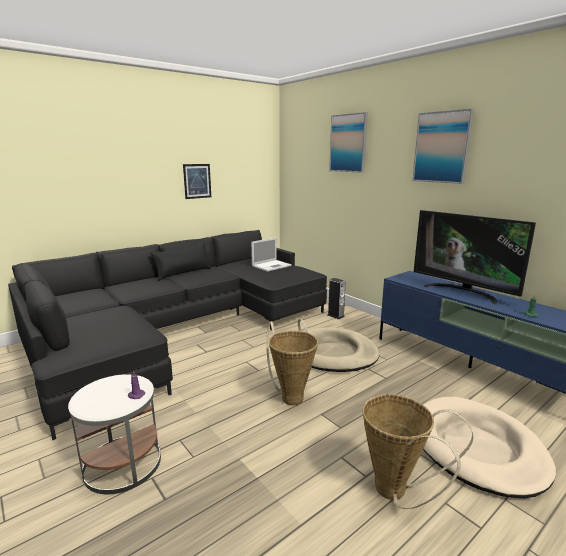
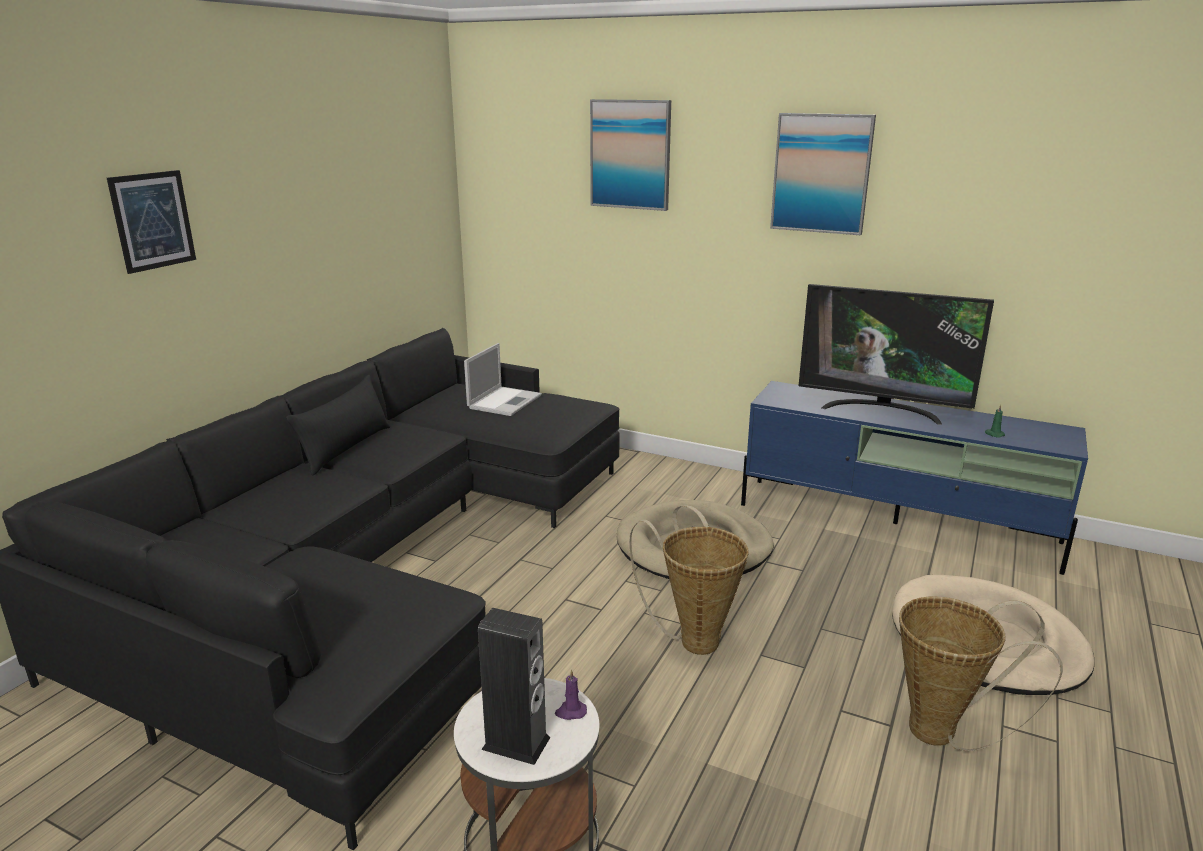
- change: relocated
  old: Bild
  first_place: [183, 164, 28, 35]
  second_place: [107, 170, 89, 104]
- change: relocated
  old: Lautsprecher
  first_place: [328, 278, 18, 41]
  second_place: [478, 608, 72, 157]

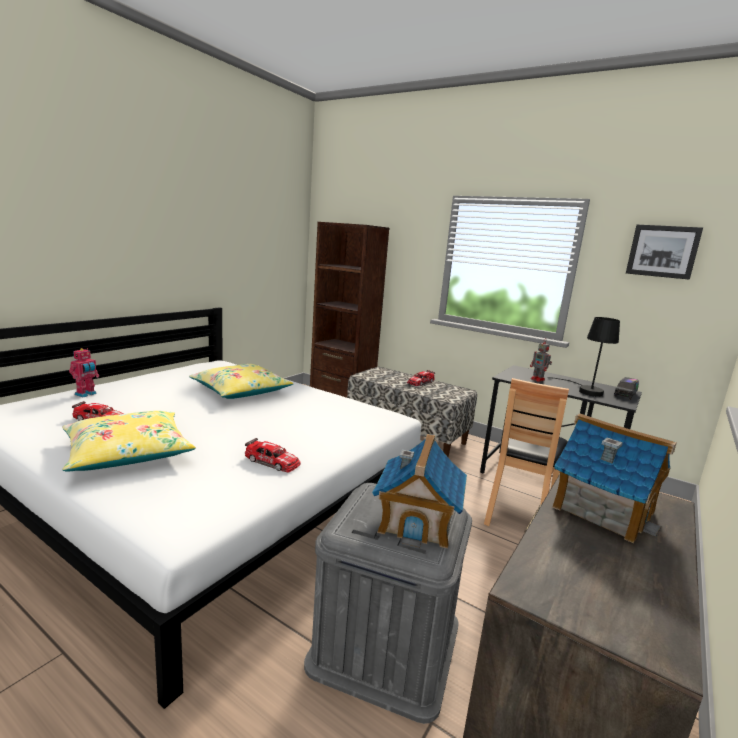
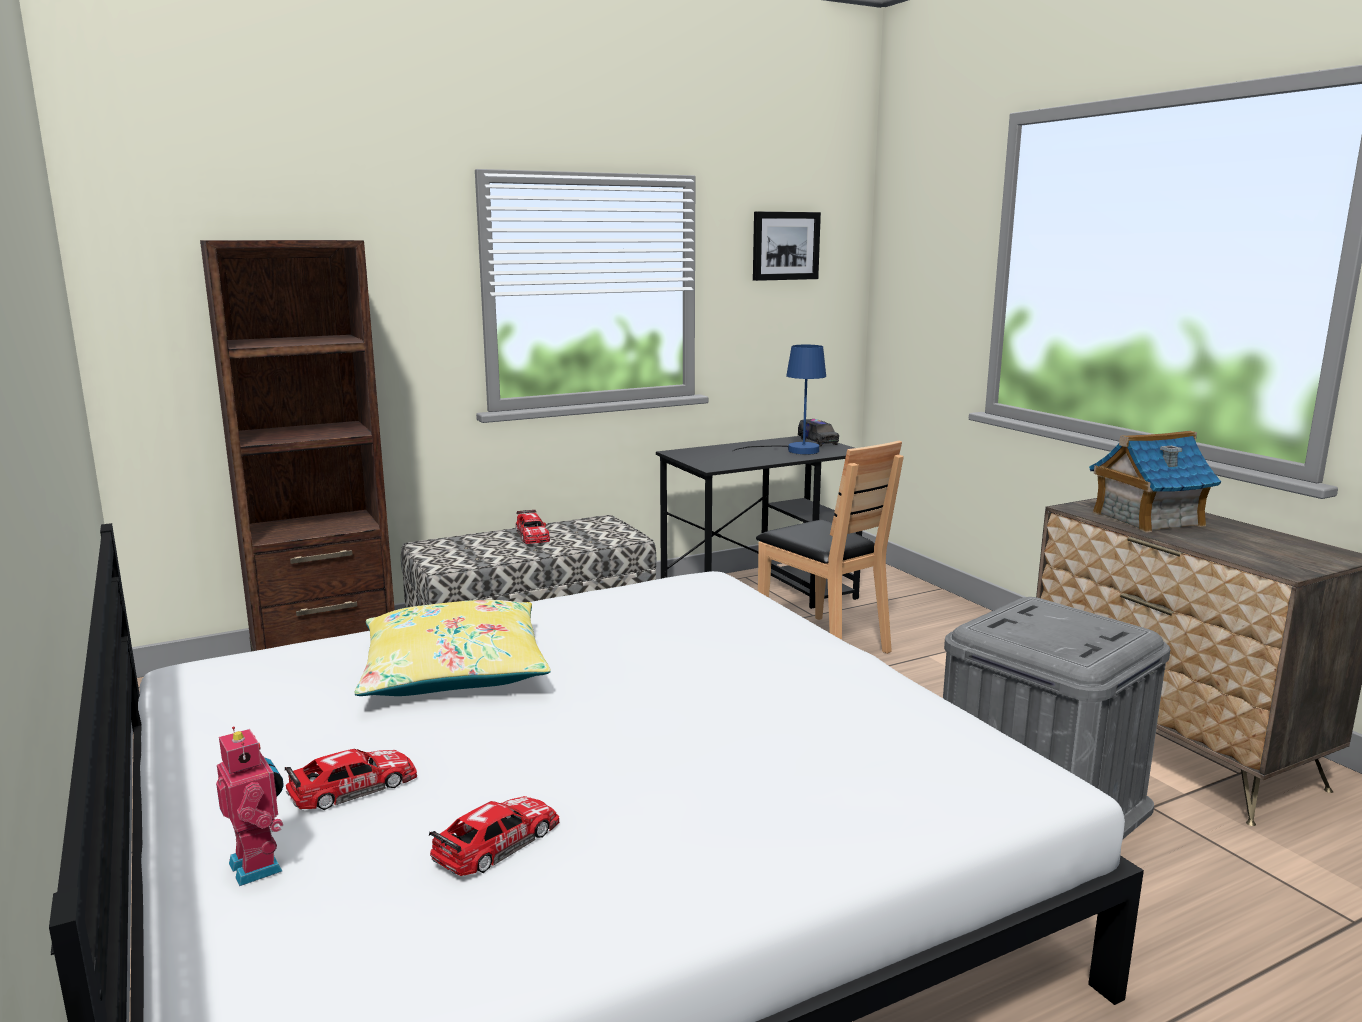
- change: relocated
  old: Spielzeugauto
  first_place: [245, 438, 56, 35]
  second_place: [285, 749, 133, 61]
- change: colour
  old: Tischlampe (schwarz)
  new: Tischlampe (blau)
  first_place: [548, 317, 72, 80]
  second_place: [732, 345, 94, 110]
- change: missing
  old: Kissen (gelb)
  first_place: [62, 411, 134, 61]
- change: missing
  old: Spielzeughaus
  first_place: [372, 434, 95, 115]
- change: missing
  old: Spielzeugroboter
  first_place: [530, 342, 22, 40]

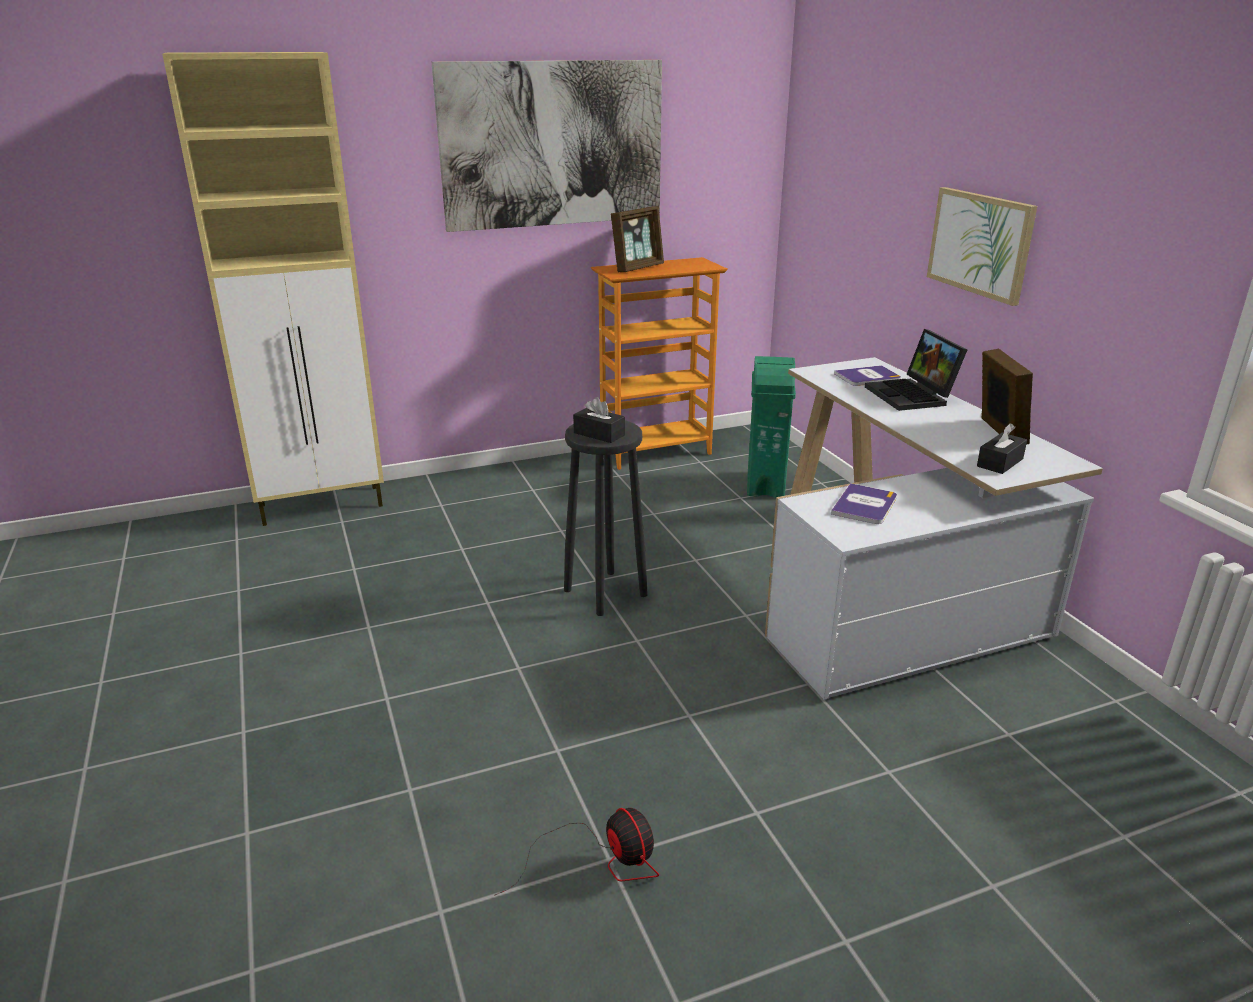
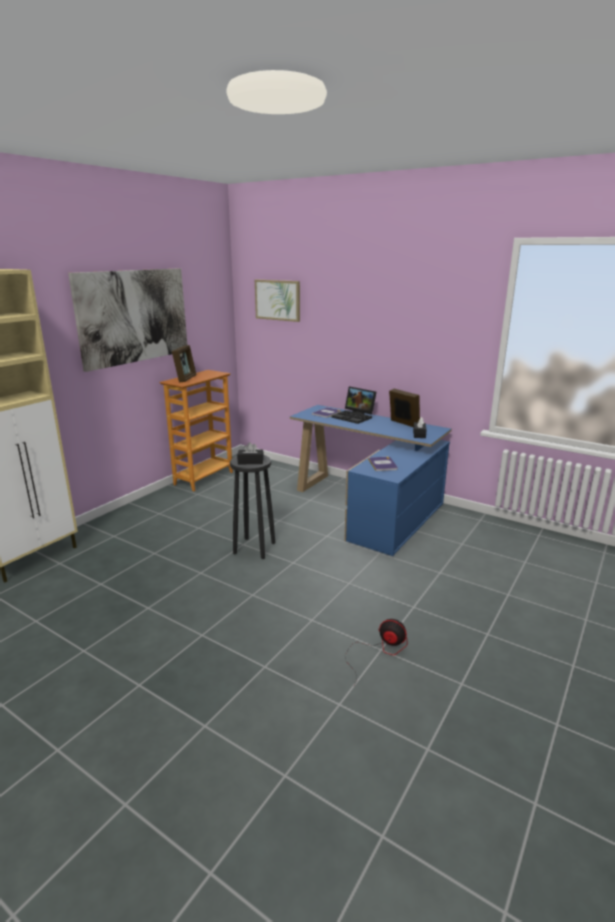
- change: relocated
  old: Bild
  first_place: [927, 187, 110, 119]
  second_place: [255, 280, 45, 42]
- change: colour
  old: Schreibtisch (weiß)
  new: Schreibtisch (blau)
  first_place: [765, 357, 338, 343]
  second_place: [290, 405, 162, 151]
- change: missing
  old: Mülleimer (grün)
  first_place: [747, 356, 49, 142]

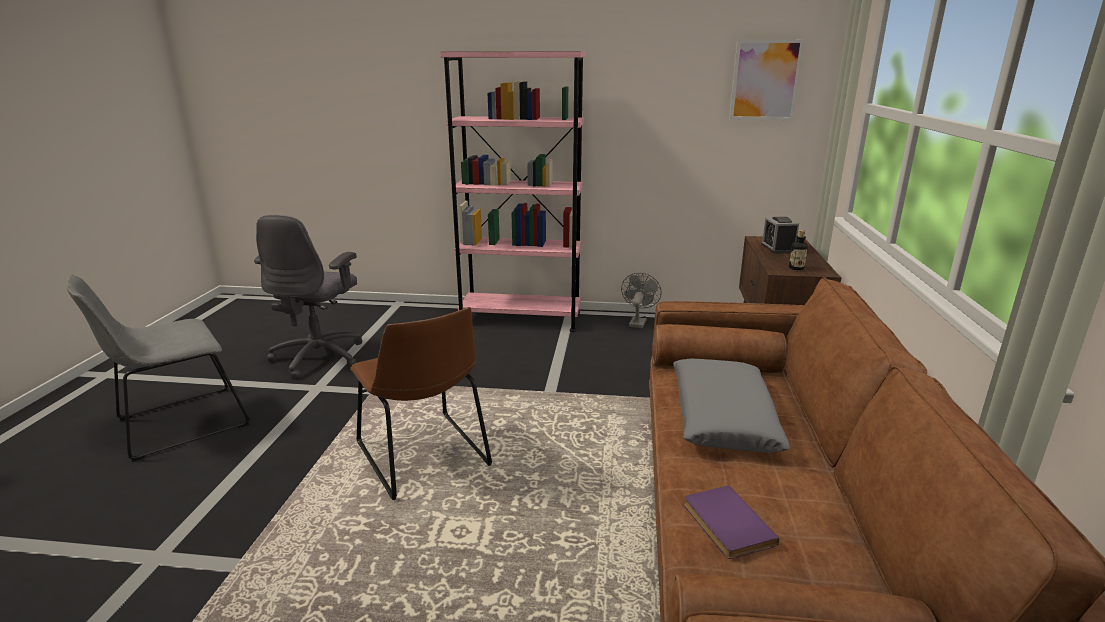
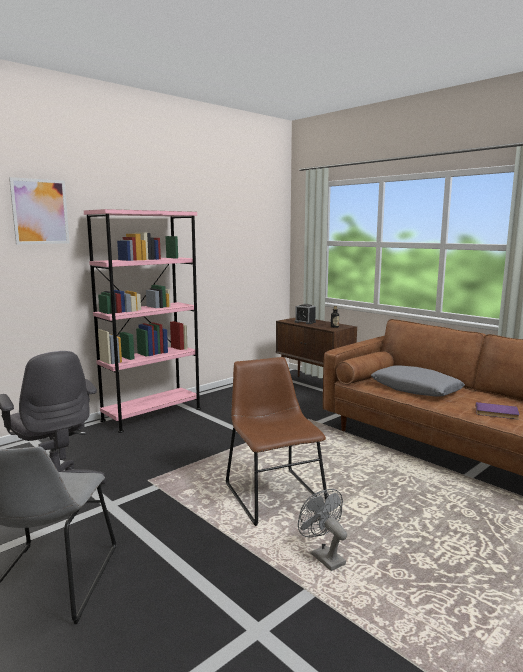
- change: relocated
  old: Bild
  first_place: [729, 39, 76, 81]
  second_place: [9, 177, 60, 67]
- change: spun
  old: Stuhl (braun)
  first_place: [350, 307, 142, 193]
  second_place: [226, 357, 102, 169]
  degrees: -120
- change: relocated
  old: Ventilator (grau)
  first_place: [621, 273, 41, 55]
  second_place: [298, 489, 49, 82]

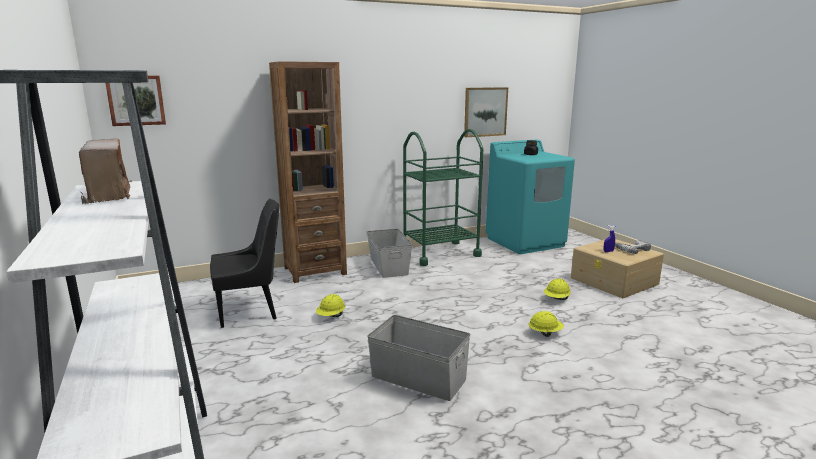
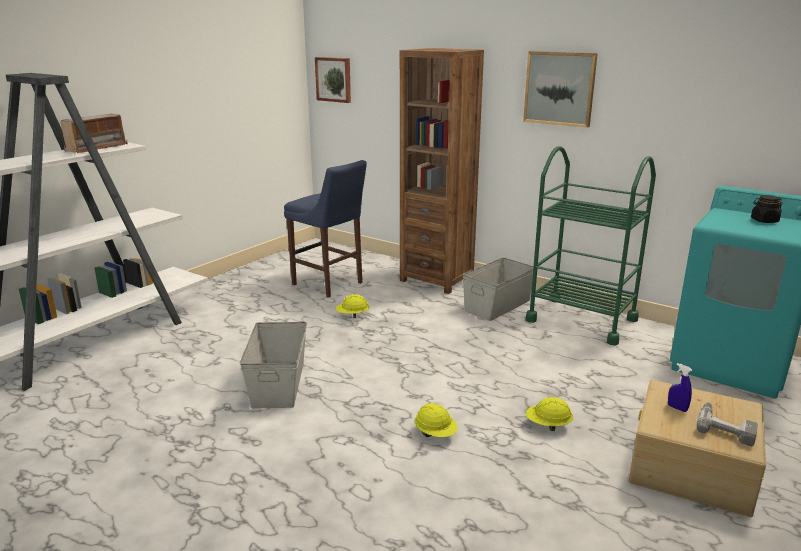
- change: exchanged
  old: Stuhl (schwarz)
  new: Hocker (blau)
  first_place: [210, 199, 69, 129]
  second_place: [284, 160, 83, 138]
- change: relocated
  old: Bild
  first_place: [464, 87, 44, 50]
  second_place: [523, 51, 75, 77]

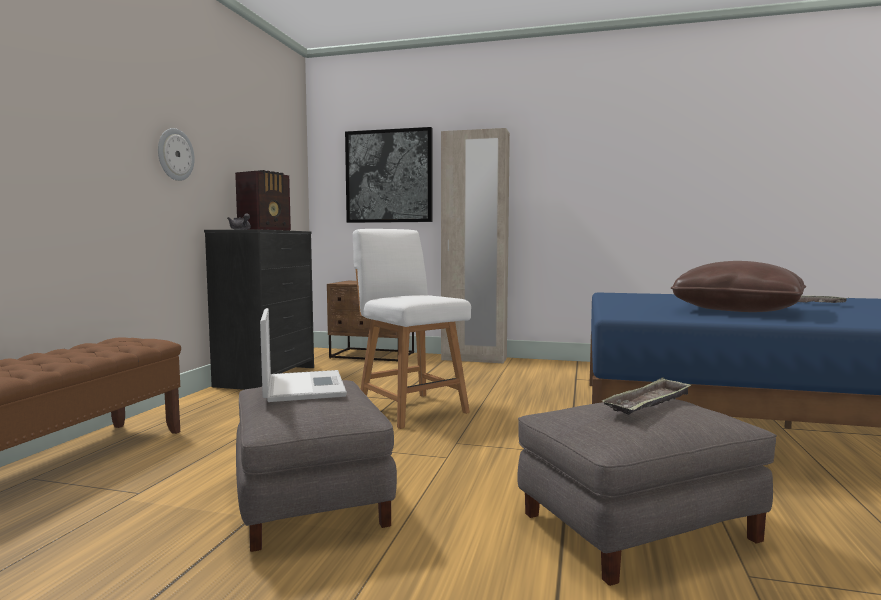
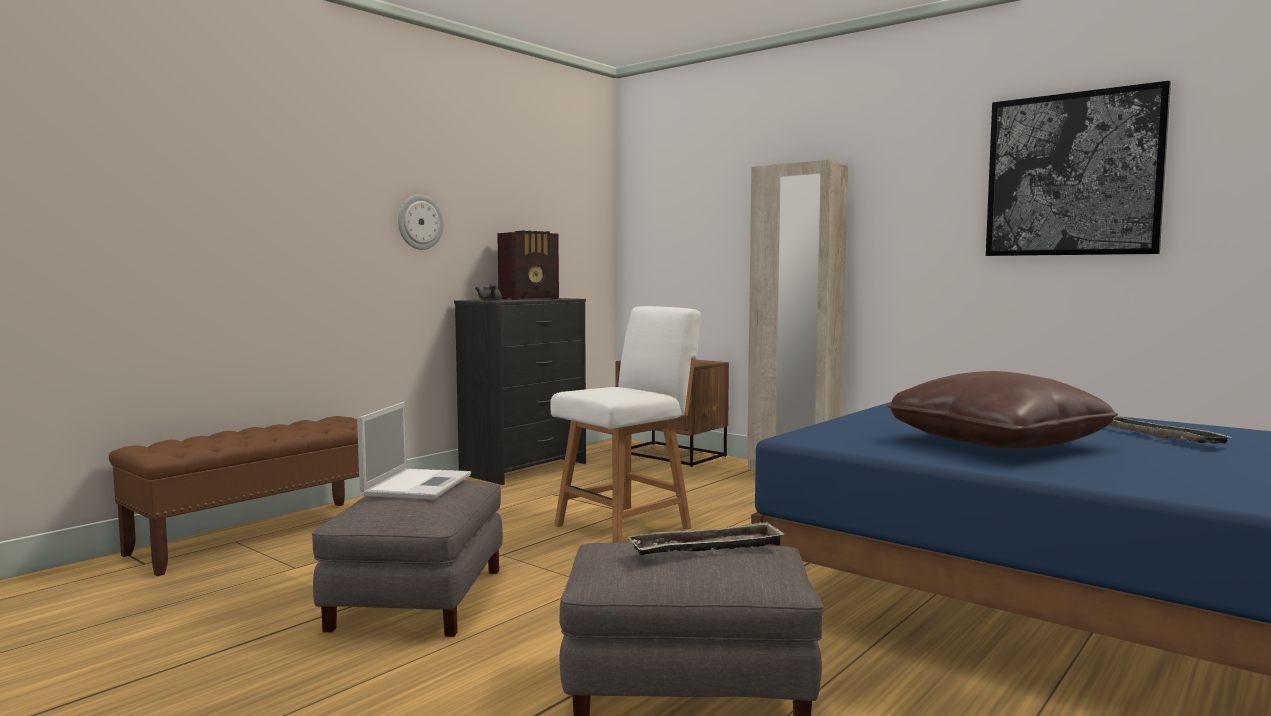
- change: spun
  old: Stuhl (weiß)
  first_place: [353, 229, 118, 200]
  second_place: [550, 306, 151, 237]
  degrees: 60
- change: relocated
  old: Bild
  first_place: [345, 127, 88, 96]
  second_place: [986, 81, 185, 175]

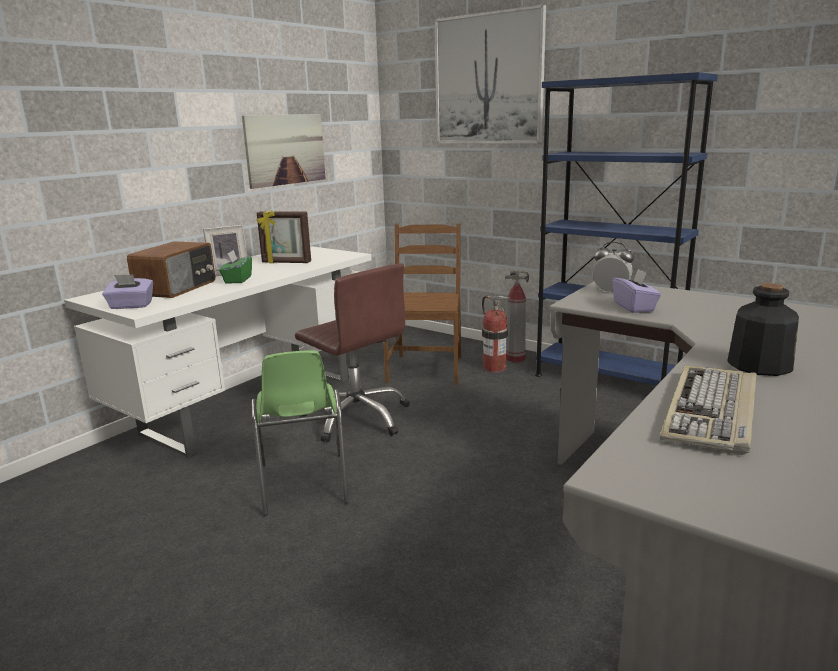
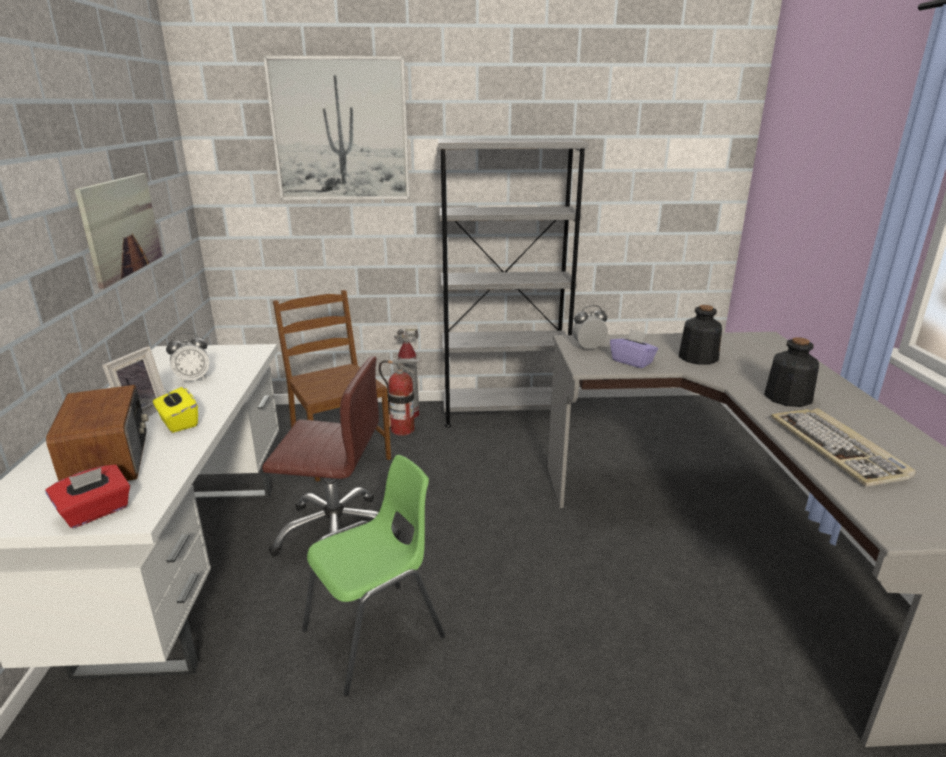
- change: colour
  old: Taschentuchbox (lila)
  new: Taschentuchbox (rot)
  first_place: [102, 275, 51, 34]
  second_place: [45, 465, 85, 63]
- change: colour
  old: Taschentuchbox (grün)
  new: Taschentuchbox (gelb)
  first_place: [219, 250, 33, 34]
  second_place: [153, 386, 45, 47]
- change: exchanged
  old: Bilderrahmen
  new: Wecker
  first_place: [257, 211, 54, 52]
  second_place: [166, 332, 43, 51]
- change: spun
  old: Stuhl (grün)
  first_place: [251, 351, 98, 165]
  second_place: [302, 455, 143, 242]
  degrees: -75
- change: colour
  old: Bücherregal (blau)
  new: Bücherregal (grau)
  first_place: [535, 72, 183, 314]
  second_place: [438, 139, 150, 288]
- change: appeared
  new: Flasche
  second_place: [679, 305, 43, 60]

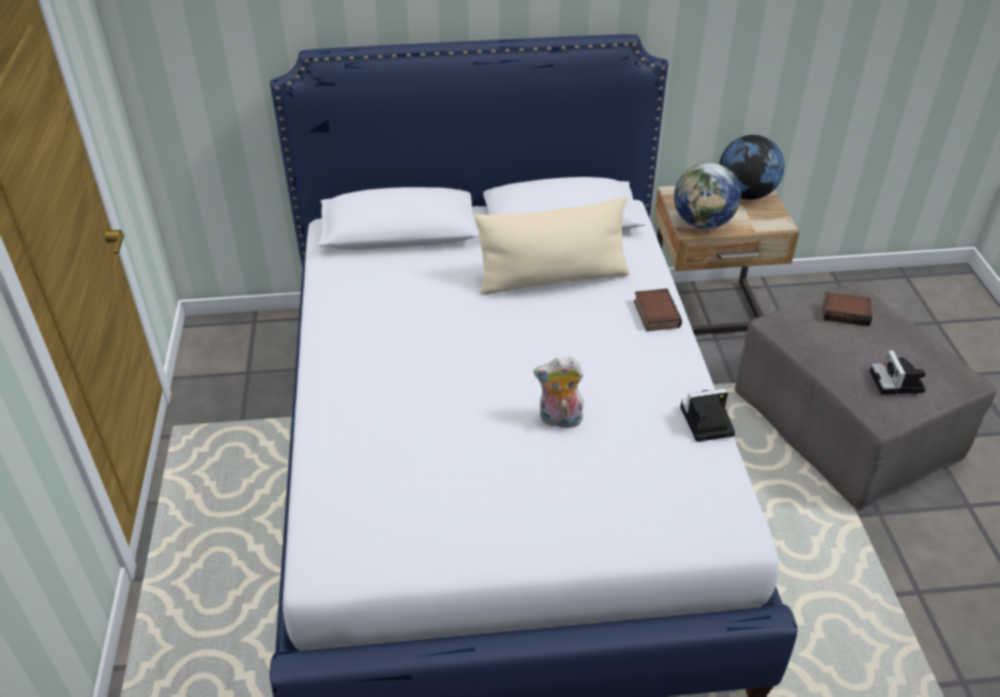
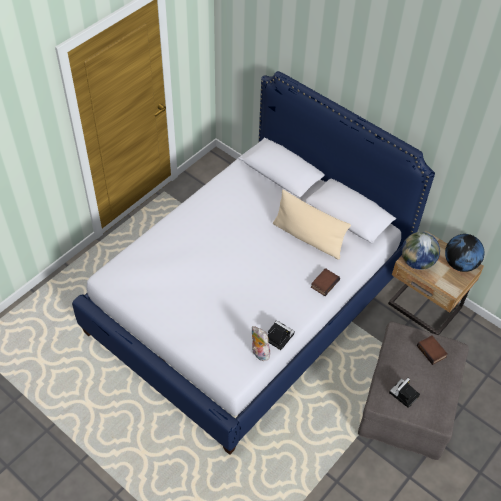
- change: relocated
  old: Plüschtier
  first_place: [533, 357, 51, 71]
  second_place: [251, 326, 21, 35]

